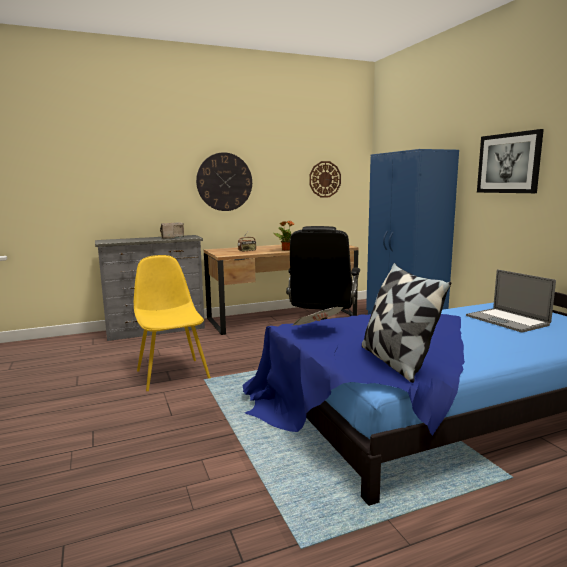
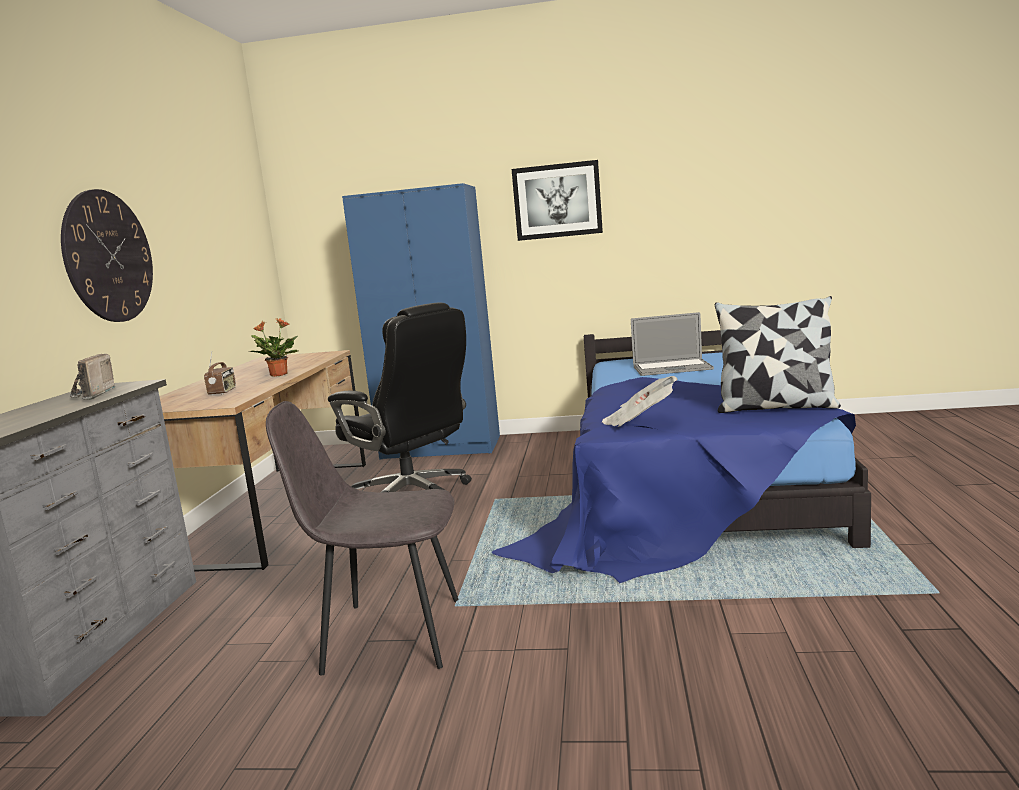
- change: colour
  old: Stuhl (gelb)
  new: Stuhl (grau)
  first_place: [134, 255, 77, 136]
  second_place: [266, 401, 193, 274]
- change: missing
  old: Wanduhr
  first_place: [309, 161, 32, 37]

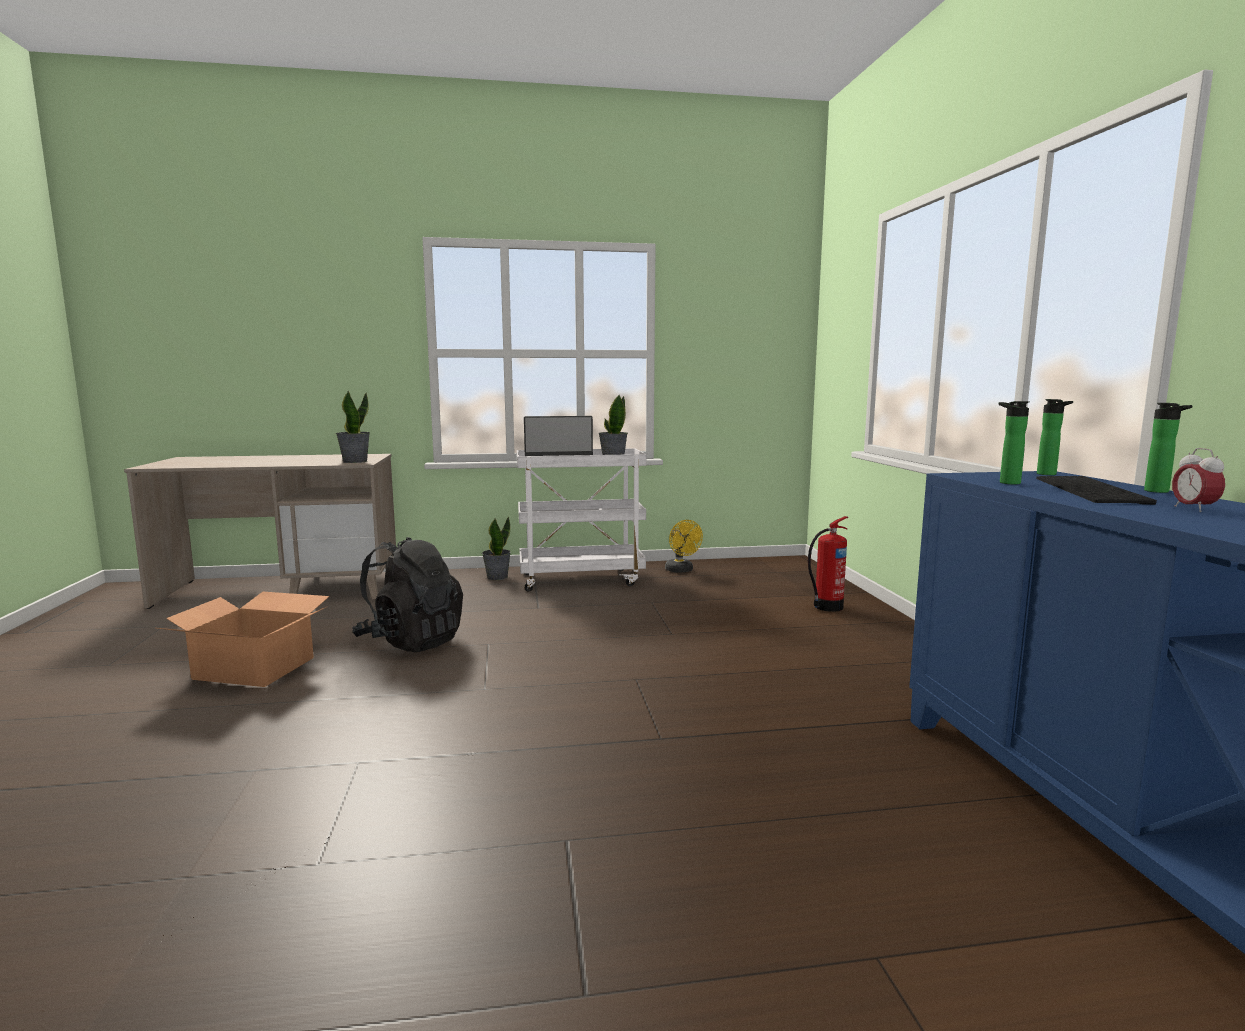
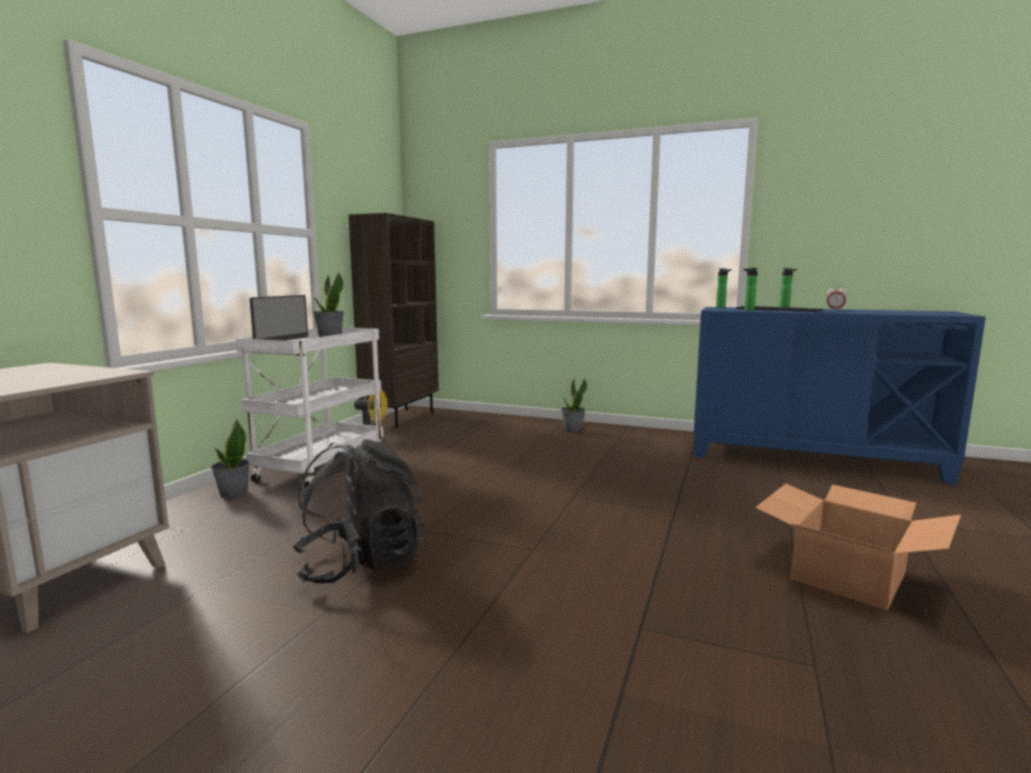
- change: appeared
  new: Bücherregal (braun)
  second_place: [349, 213, 90, 215]
- change: relocated
  old: Topfpflanze
  first_place: [336, 391, 34, 72]
  second_place: [561, 378, 26, 55]
- change: relocated
  old: Karton
  first_place: [158, 592, 171, 95]
  second_place: [755, 484, 206, 127]
- change: missing
  old: Feuerlöscher
  first_place: [808, 516, 40, 96]

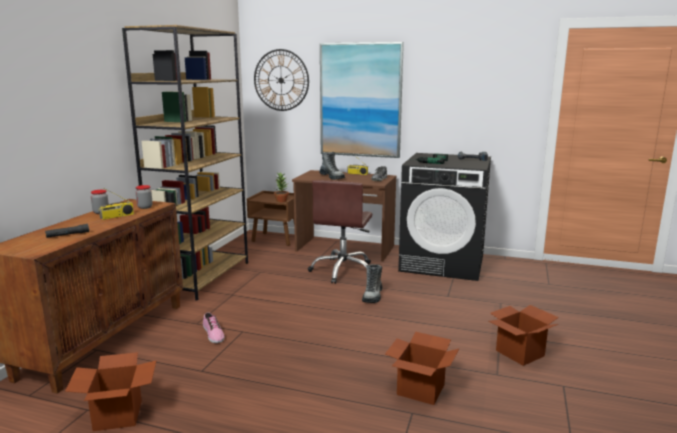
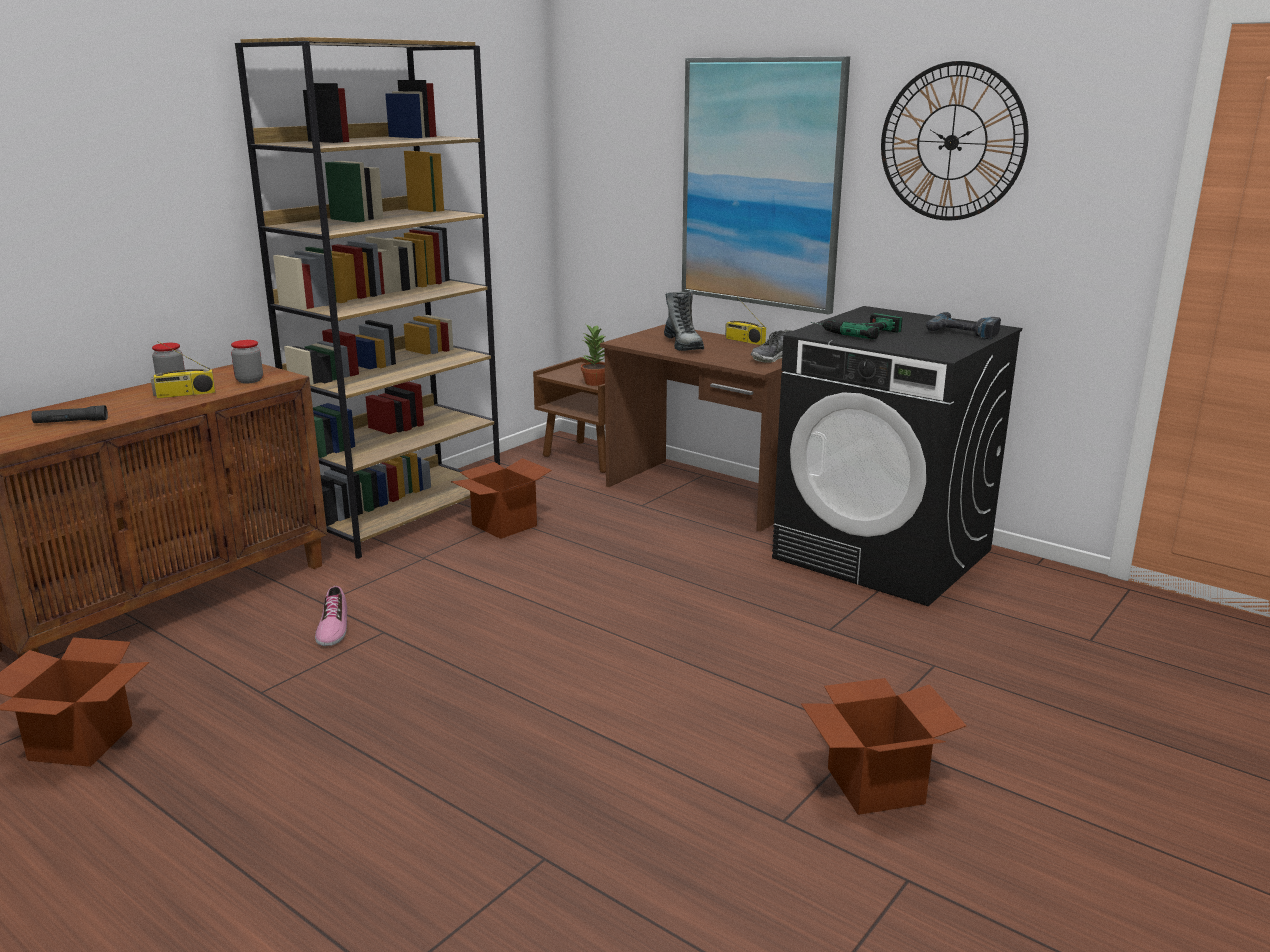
- change: relocated
  old: Karton
  first_place: [385, 332, 74, 73]
  second_place: [451, 458, 101, 81]
- change: relocated
  old: Wanduhr
  first_place: [254, 49, 55, 62]
  second_place: [881, 61, 148, 160]
- change: missing
  old: Bürostuhl (braun)
  first_place: [308, 180, 64, 104]
- change: missing
  old: Stiefel
  first_place: [362, 264, 21, 39]

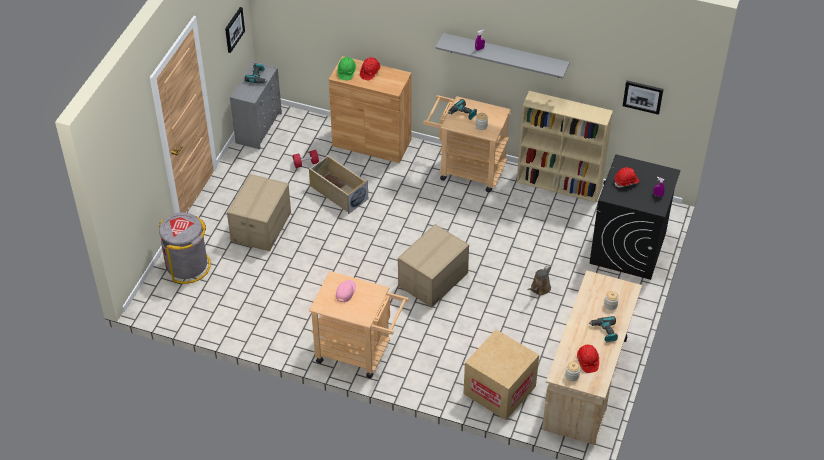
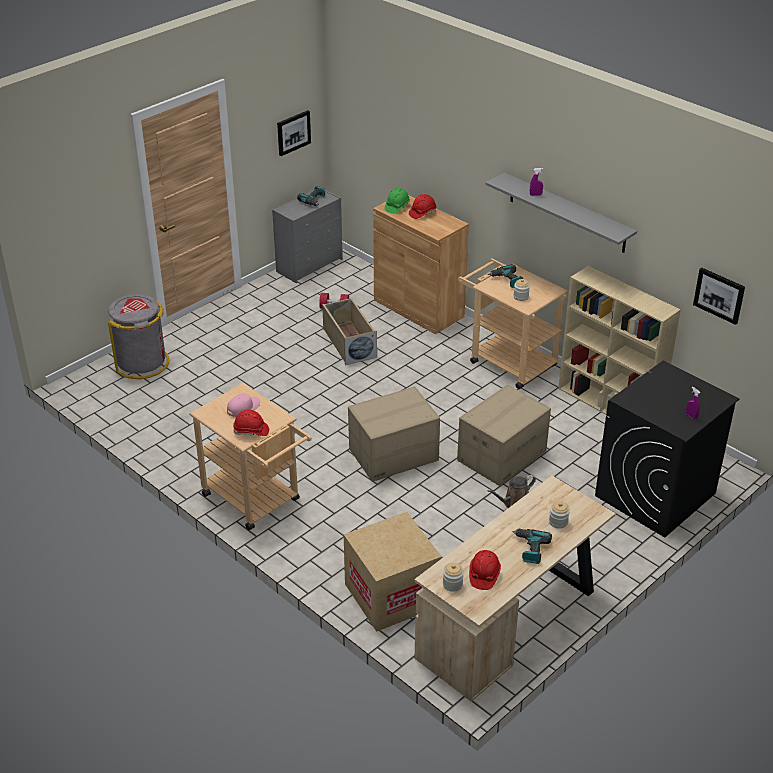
- change: relocated
  old: Schutzhelm (rot)
  first_place: [614, 167, 25, 21]
  second_place: [233, 410, 36, 26]
- change: relocated
  old: Karton
  first_place: [227, 174, 64, 77]
  second_place: [457, 385, 94, 101]

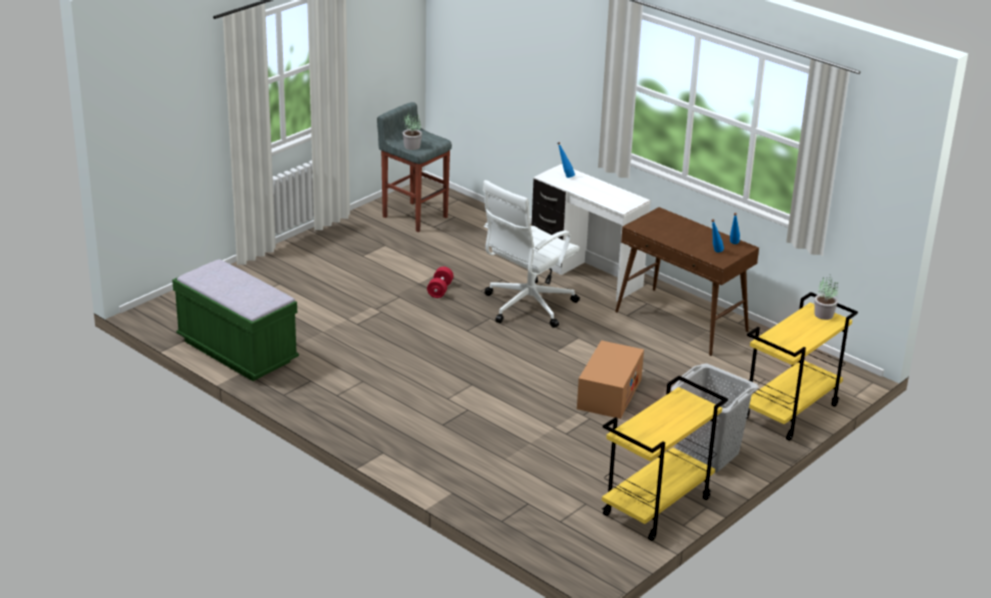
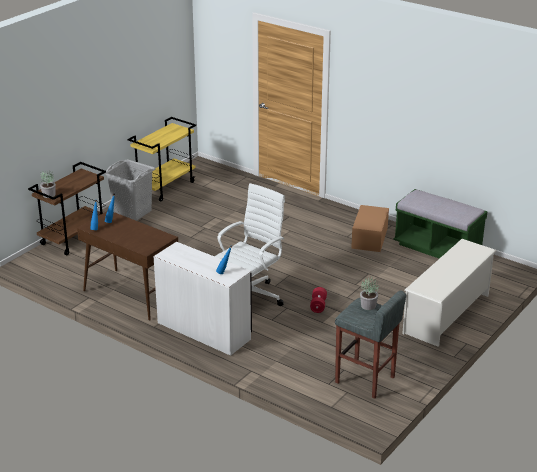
- change: colour
  old: Rollwagen (gelb)
  new: Rollwagen (braun)
  first_place: [746, 292, 112, 149]
  second_place: [28, 162, 78, 93]
- change: relocated
  old: Karton
  first_place: [577, 340, 67, 79]
  second_place: [351, 205, 38, 47]
- change: appeared
  new: Schuhregal (weiß)
  second_place: [402, 239, 95, 108]

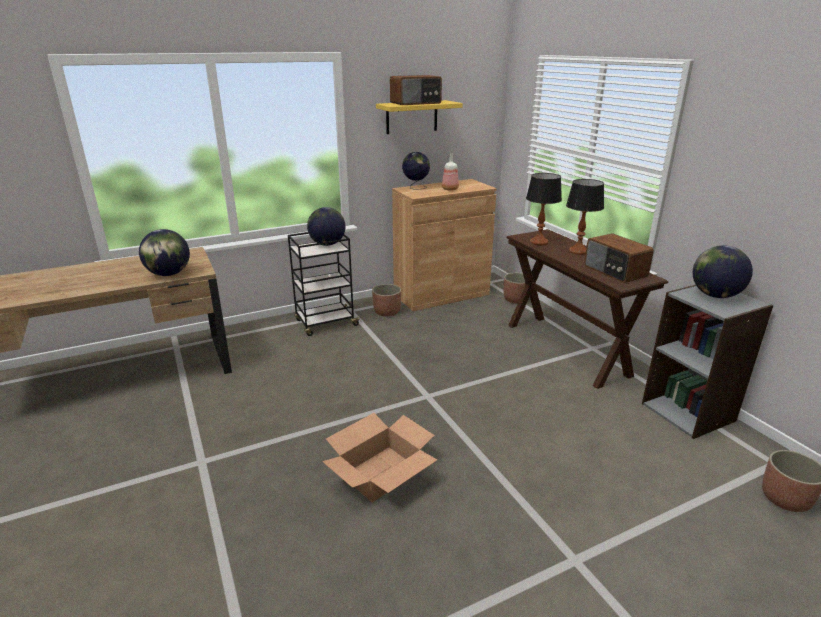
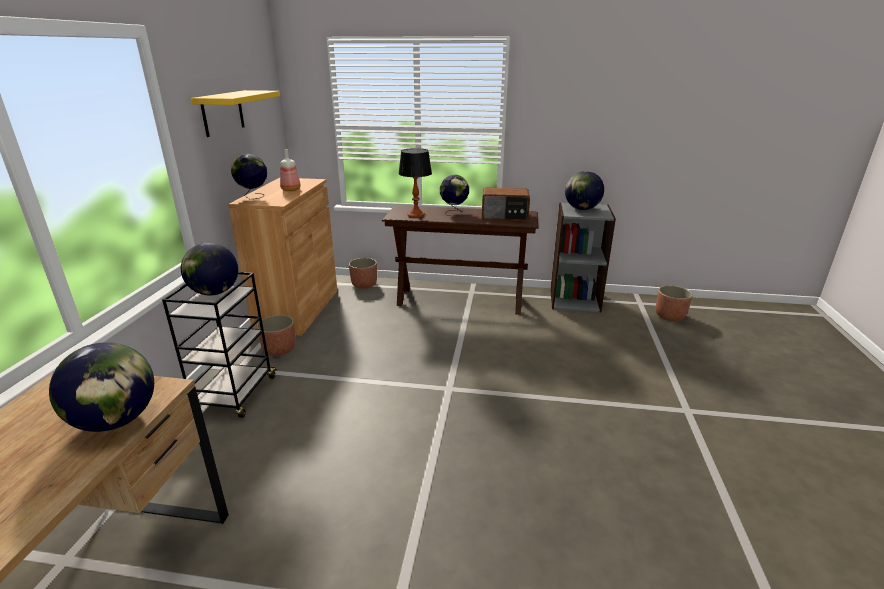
- change: exchanged
  old: Tischlampe
  new: Globus
  first_place: [566, 179, 38, 76]
  second_place: [440, 175, 29, 41]
- change: missing
  old: Karton
  first_place: [322, 413, 115, 89]
- change: missing
  old: Radio
  first_place: [390, 75, 52, 30]

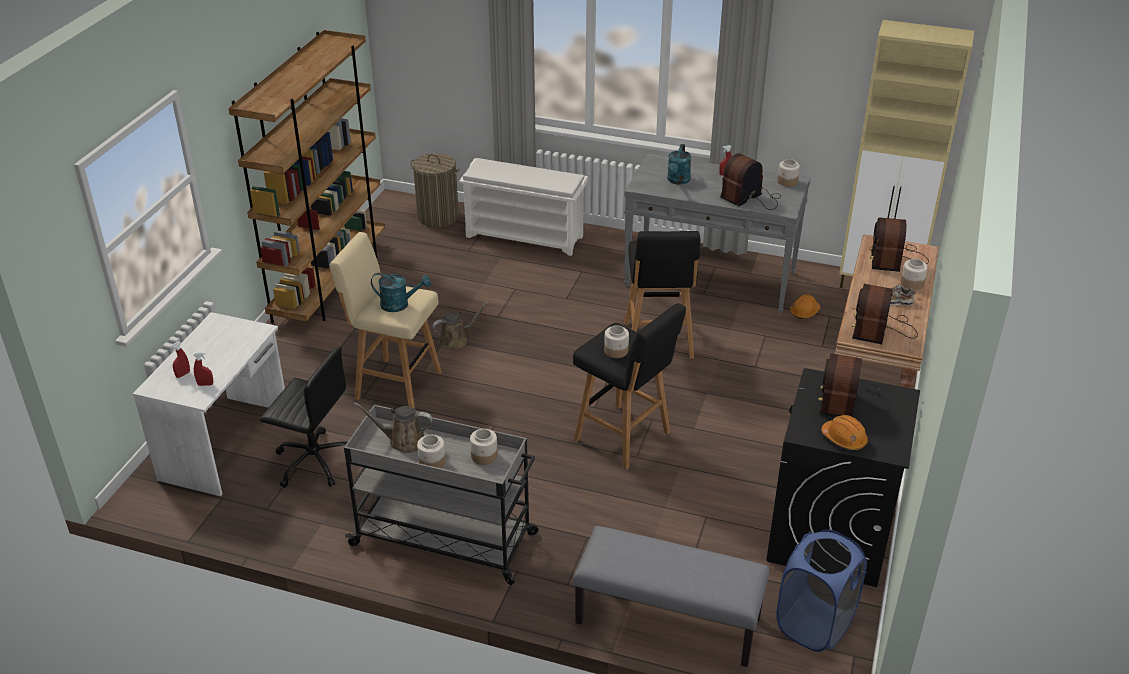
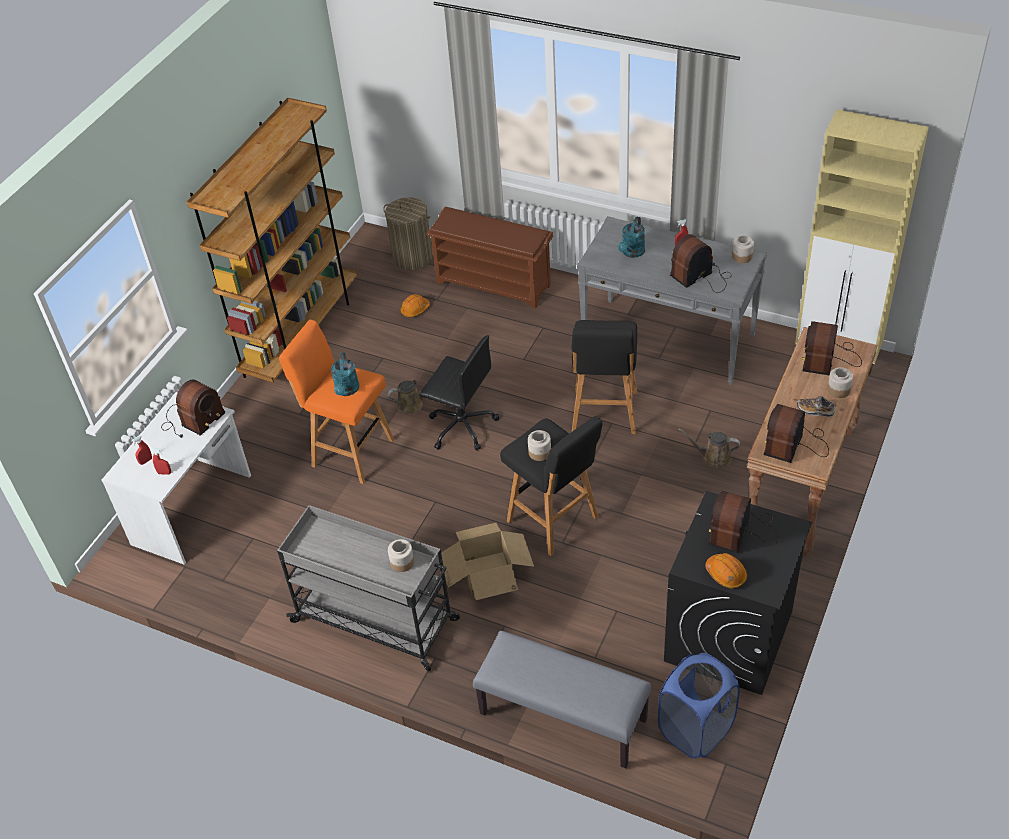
- change: appeared
  new: Radio
  second_place: [161, 380, 65, 58]
- change: colour
  old: Hocker (beige)
  new: Hocker (orange)
  first_place: [330, 232, 112, 177]
  second_place: [279, 320, 115, 164]
- change: spun
  old: Gießkanne (türkis)
  first_place: [371, 273, 60, 39]
  second_place: [331, 352, 28, 44]
  degrees: 75
- change: relocated
  old: Schutzhelm (orange)
  first_place: [790, 294, 30, 25]
  second_place: [400, 294, 30, 23]
- change: relocated
  old: Bürostuhl (schwarz)
  first_place: [260, 347, 87, 141]
  second_place: [420, 335, 79, 116]
- change: colour
  old: Schuhregal (weiß)
  new: Schuhregal (braun)
  first_place: [459, 158, 129, 98]
  second_place: [427, 207, 126, 102]
- change: appeared
  new: Karton
  second_place: [441, 523, 93, 77]
- change: relocated
  old: Gießkanne (braun)
  first_place: [354, 402, 79, 51]
  second_place: [678, 428, 62, 40]
- change: missing
  old: Vorratsglas
  first_place: [417, 435, 29, 33]

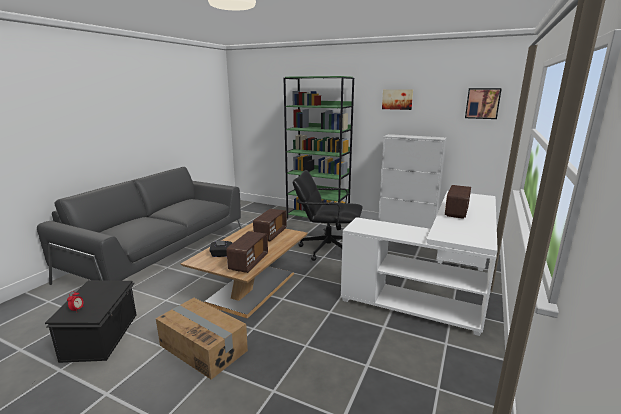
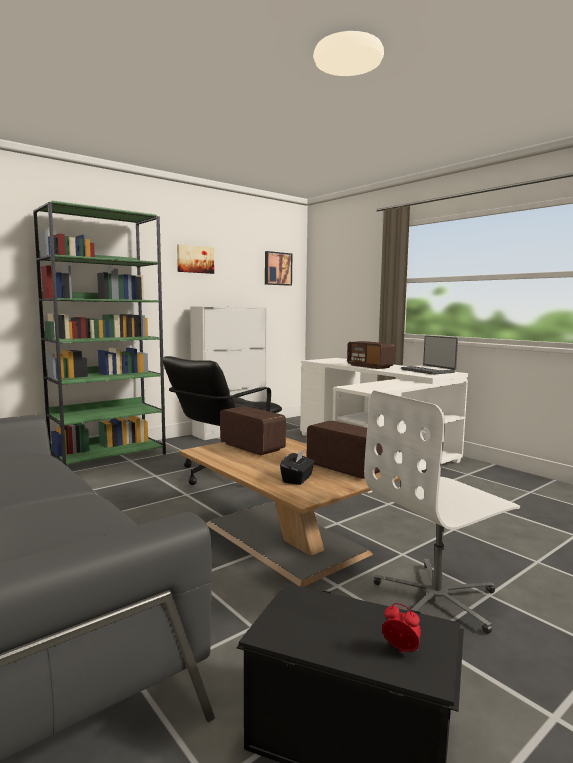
- change: exchanged
  old: Karton
  new: Bürostuhl (weiß)
  first_place: [156, 298, 92, 82]
  second_place: [364, 390, 156, 244]
- change: appeared
  new: Laptop
  second_place: [401, 335, 57, 40]

